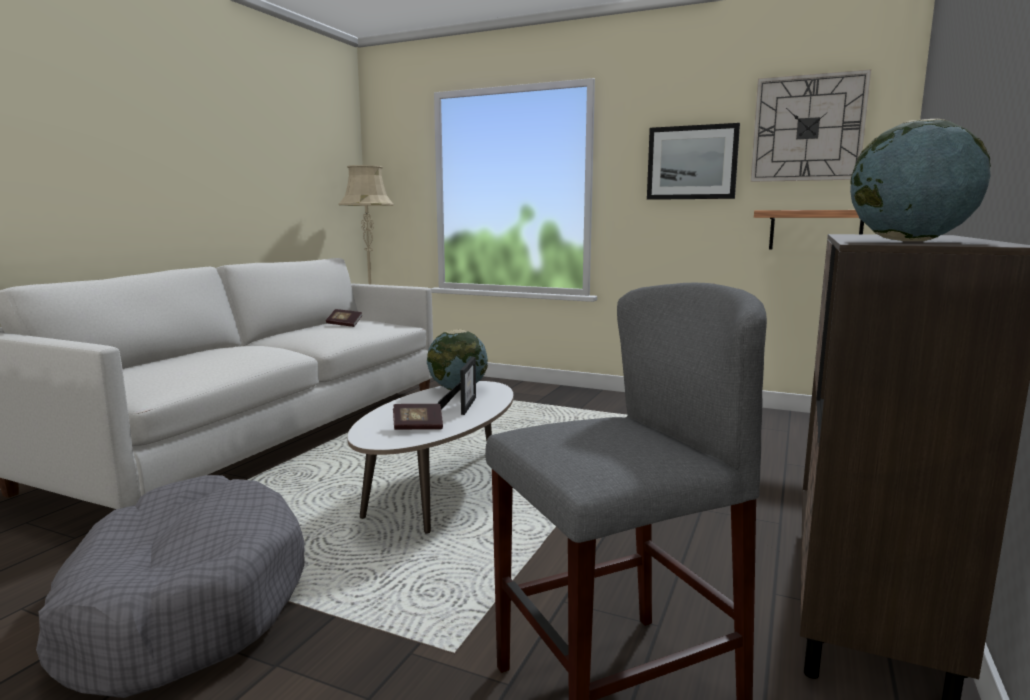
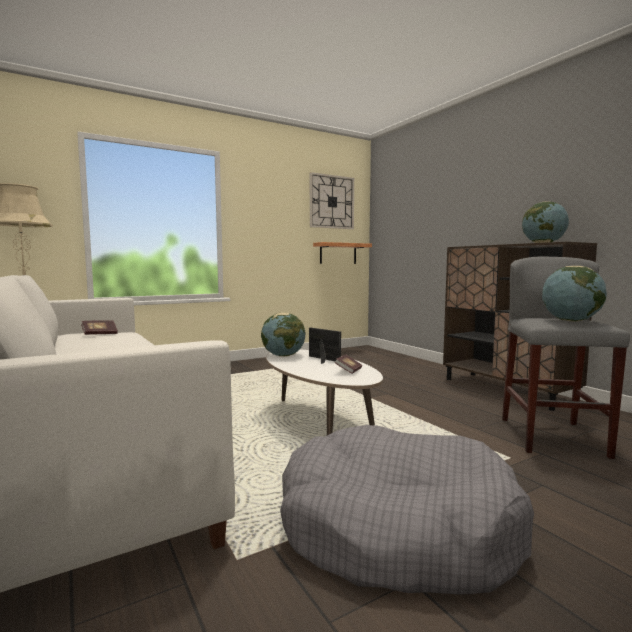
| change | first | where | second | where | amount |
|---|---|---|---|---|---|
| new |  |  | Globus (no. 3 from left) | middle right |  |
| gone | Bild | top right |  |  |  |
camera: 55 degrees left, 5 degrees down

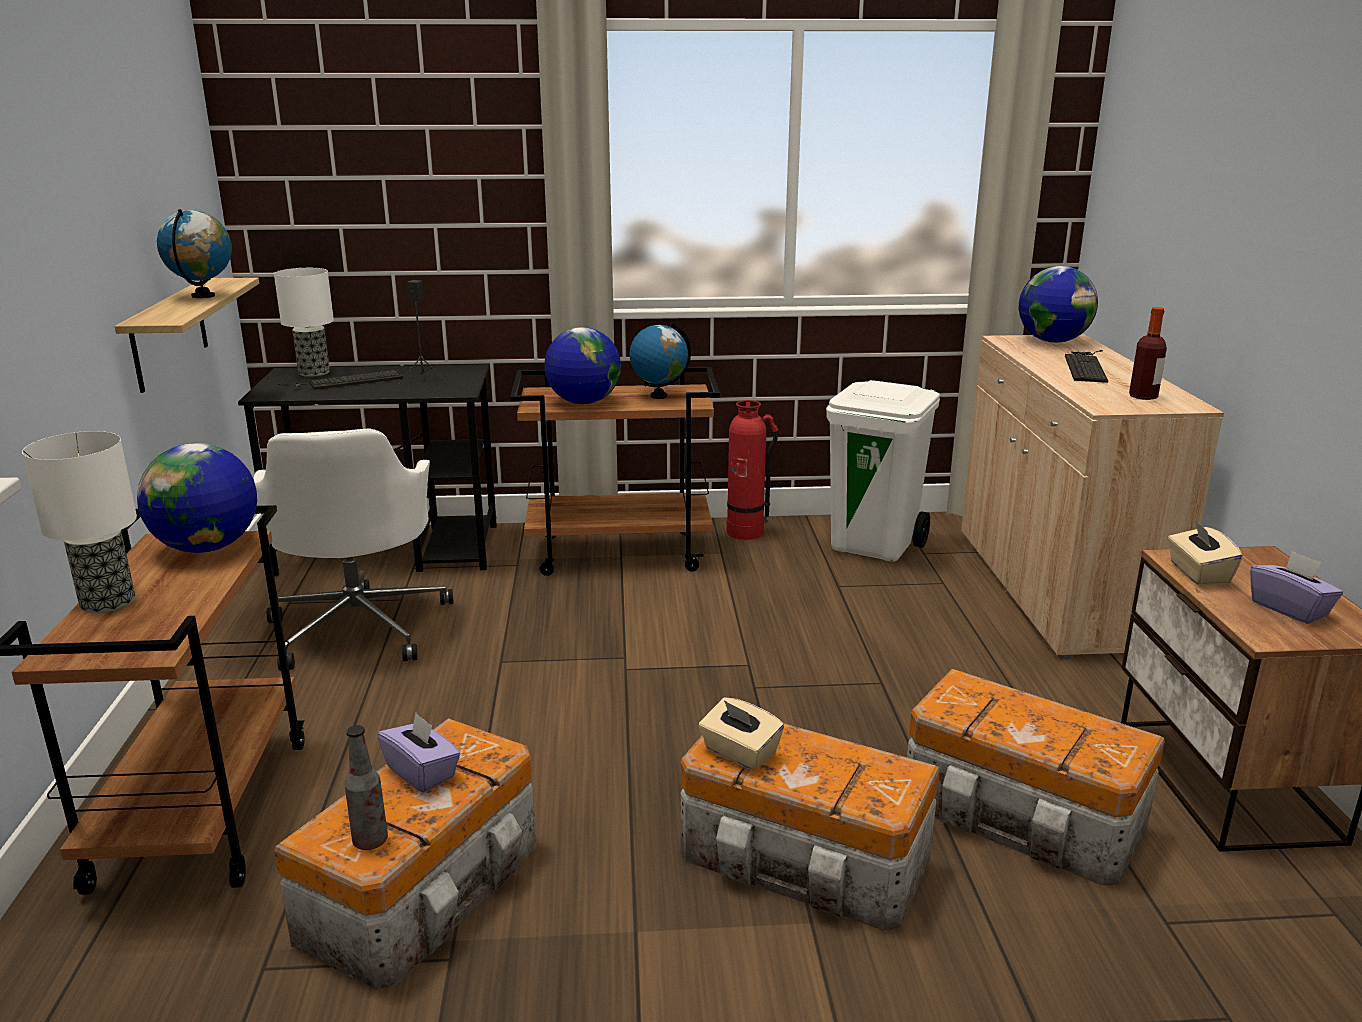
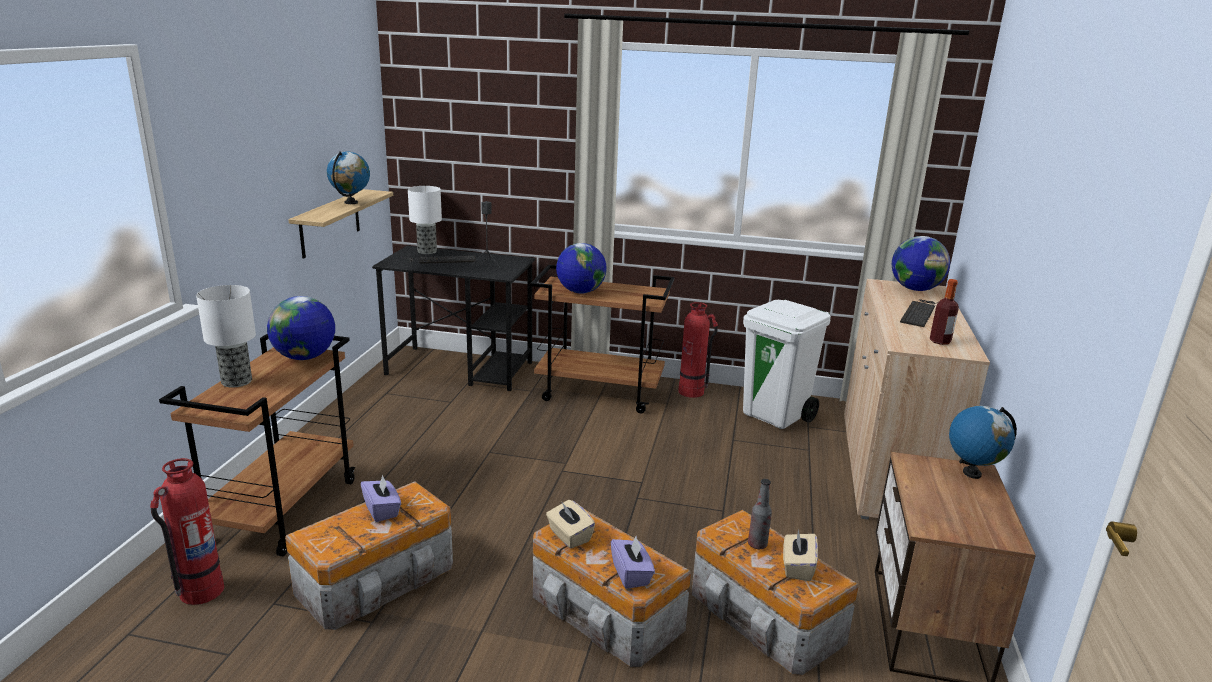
| change | first | where | second | where | amount |
|---|---|---|---|---|---|
| new |  |  | Feuerlöscher (no. 1 from left) | bottom left |  |
| shifted | Taschentuchbox/lila (no. 2 from left) | middle right |  | bottom centre |  |
| shifted | Flasche (no. 1 from left) | bottom left |  | bottom centre |  |
| shifted | Taschentuchbox/beige (no. 2 from left) | middle right |  | bottom centre |  |
| shifted | Globus (no. 4 from left in the first image) | centre | Globus (no. 5 from left) | middle right |  |
| gone | Bürostuhl/weiß | middle left |  |  |  |
camera: 15 degrees right, 0 degrees up

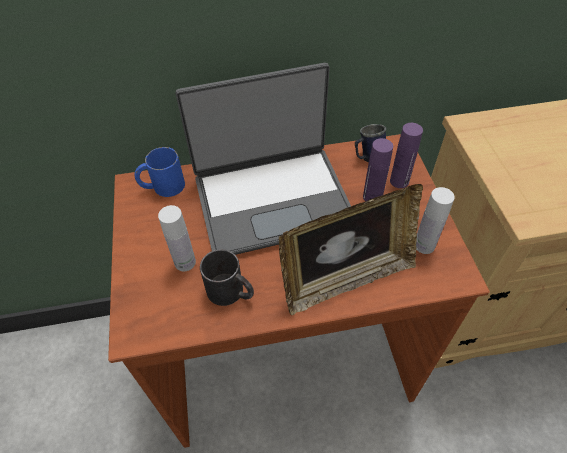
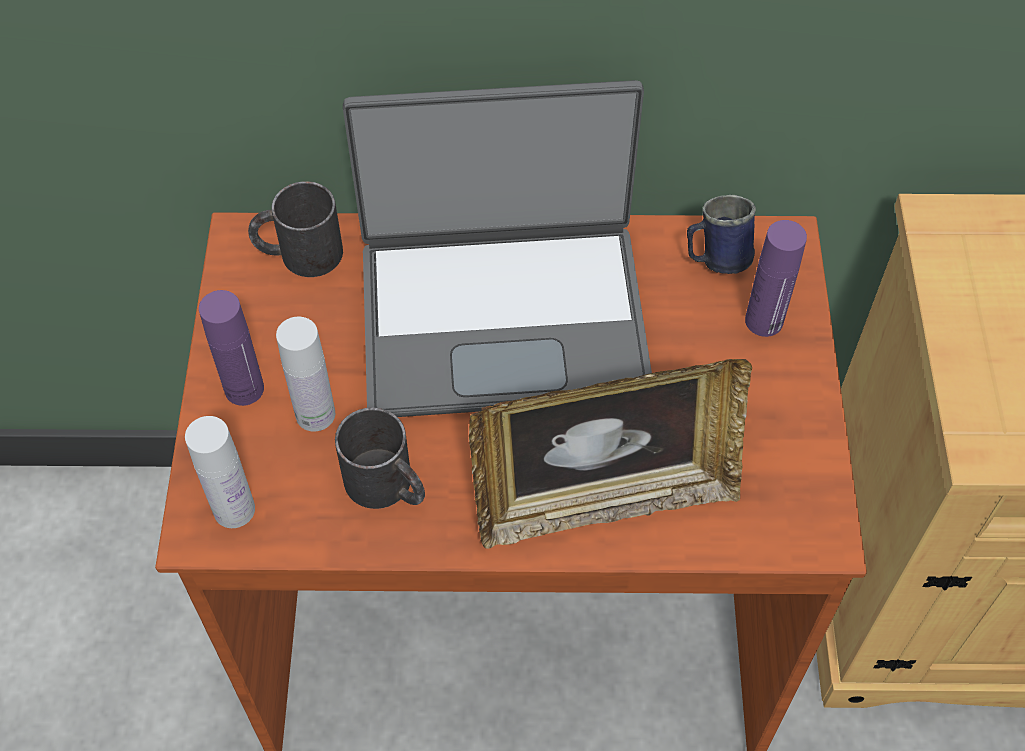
| change | first | where | second | where | amount |
|---|---|---|---|---|---|
| shifted | Flasche/weiß (no. 2 from left in the first image) | middle right | Flasche/weiß (no. 1 from left) | middle left |  |
| shifted | Flasche/lila (no. 1 from left) | middle right |  | middle left |  |
| repainted | Henkelbecher/blau (no. 1 from left) | middle left | Henkelbecher/schwarz (no. 1 from left) | top left |  |
camera: 10 degrees right, 5 degrees up

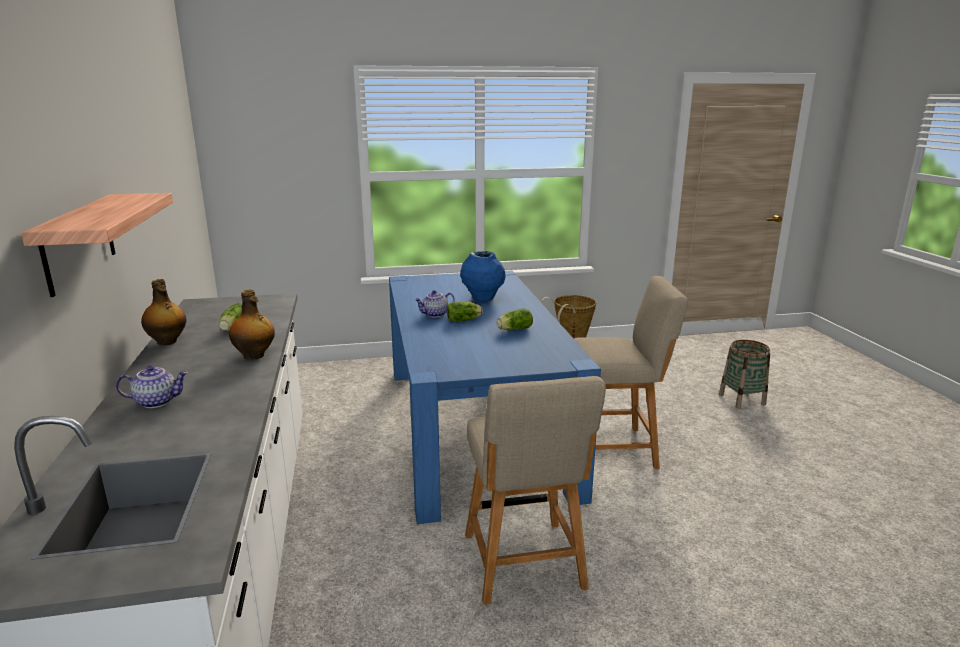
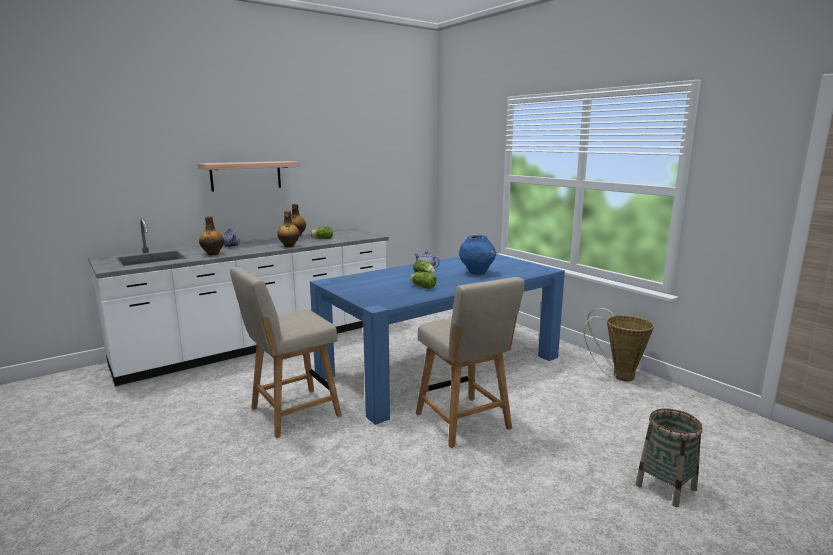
| change | first | where | second | where | amount |
|---|---|---|---|---|---|
| new |  |  | Flasche (no. 1 from left) | middle left |  |
camera: 65 degrees right, 5 degrees down

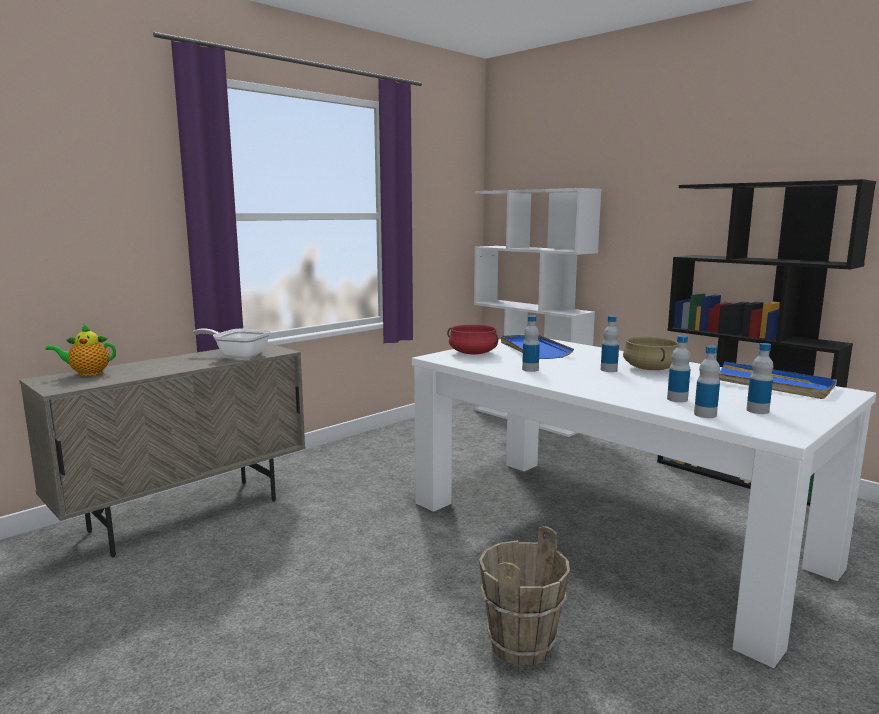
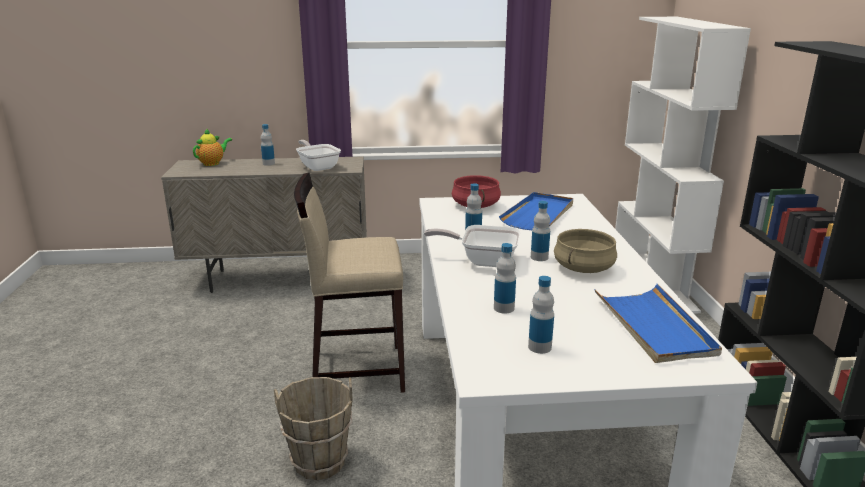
| change | first | where | second | where | amount |
|---|---|---|---|---|---|
| rotated | Teekanne | middle left |  | top left | 105 degrees clockwise |
| shifted | Flasche (no. 4 from left in the first image) | middle right | Flasche (no. 1 from left) | top left |  |
| new |  |  | Hocker/beige | centre |  |
| new |  |  | Pfanne (no. 2 from left) | centre |  |
camera: 40 degrees right, 10 degrees up

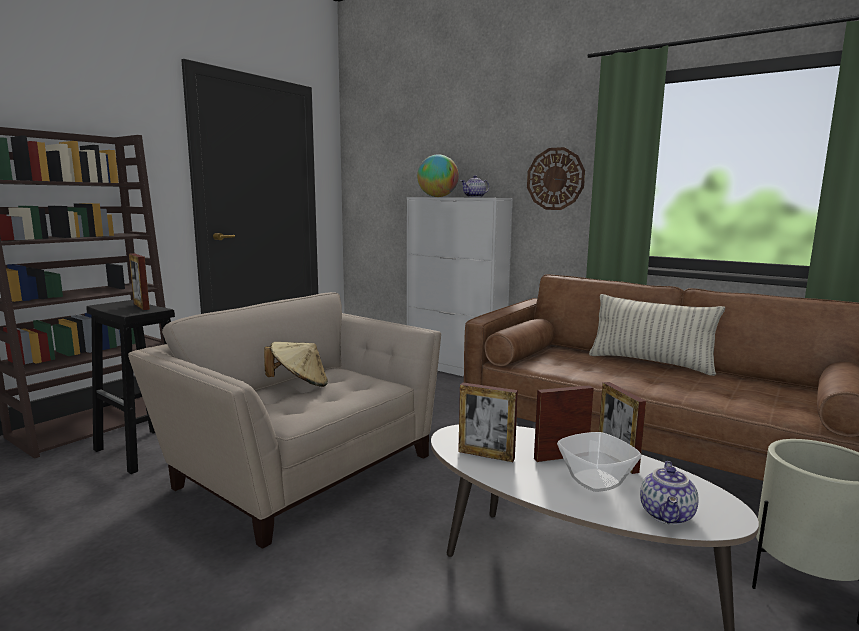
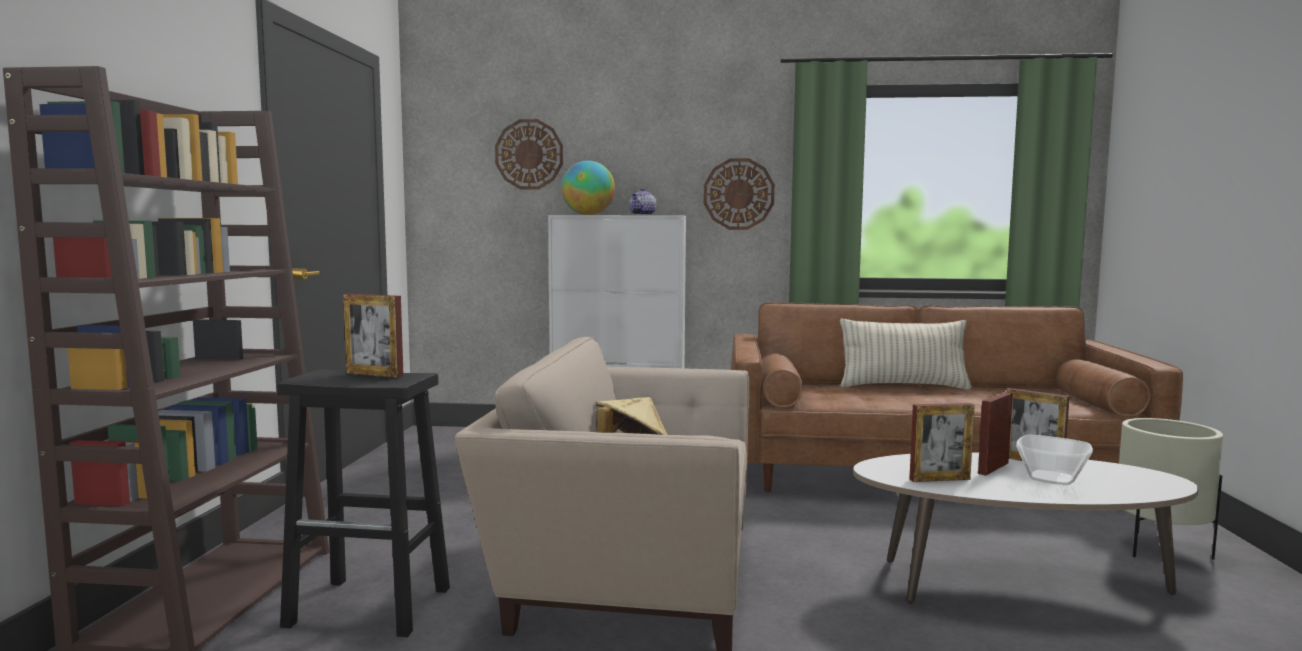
| change | first | where | second | where | amount |
|---|---|---|---|---|---|
| new |  |  | Wanduhr (no. 1 from left) | top centre |  |
| gone | Teekanne (no. 2 from left) | bottom right |  |  |  |
camera: 30 degrees left, 5 degrees down

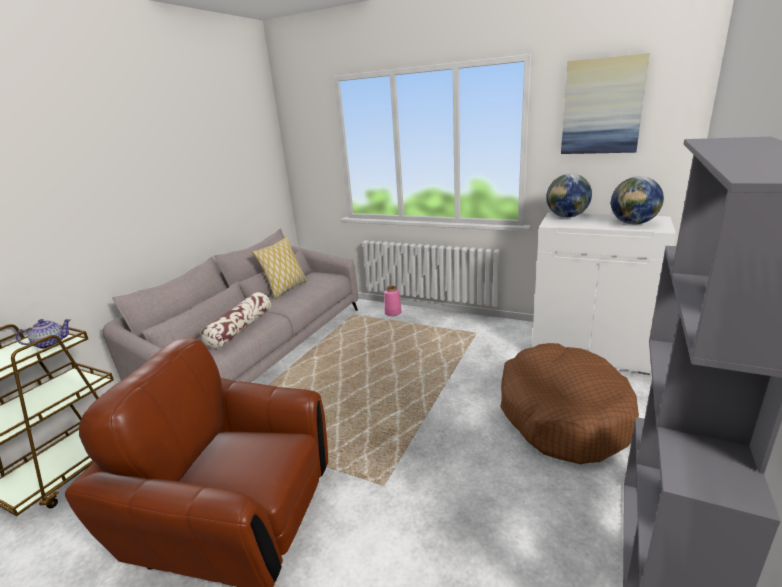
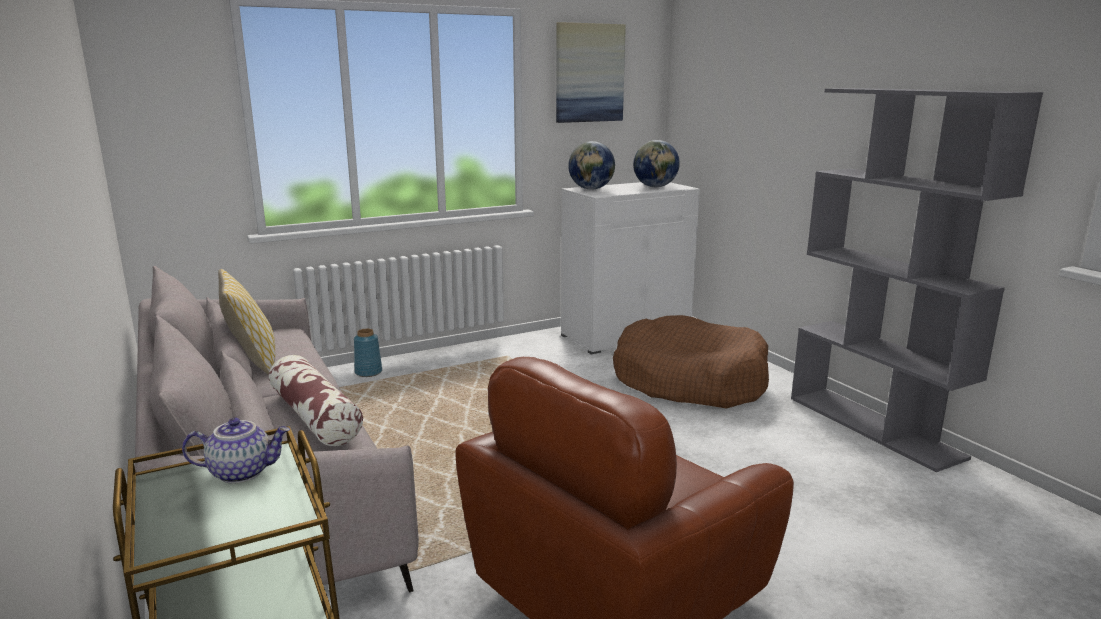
| change | first | where | second | where | amount |
|---|---|---|---|---|---|
| rotated | Teekanne | middle left |  | bottom left | 75 degrees clockwise |
| repainted | Vase/rosa | centre | Vase/blau | centre |  |
camera: 55 degrees left, 5 degrees down

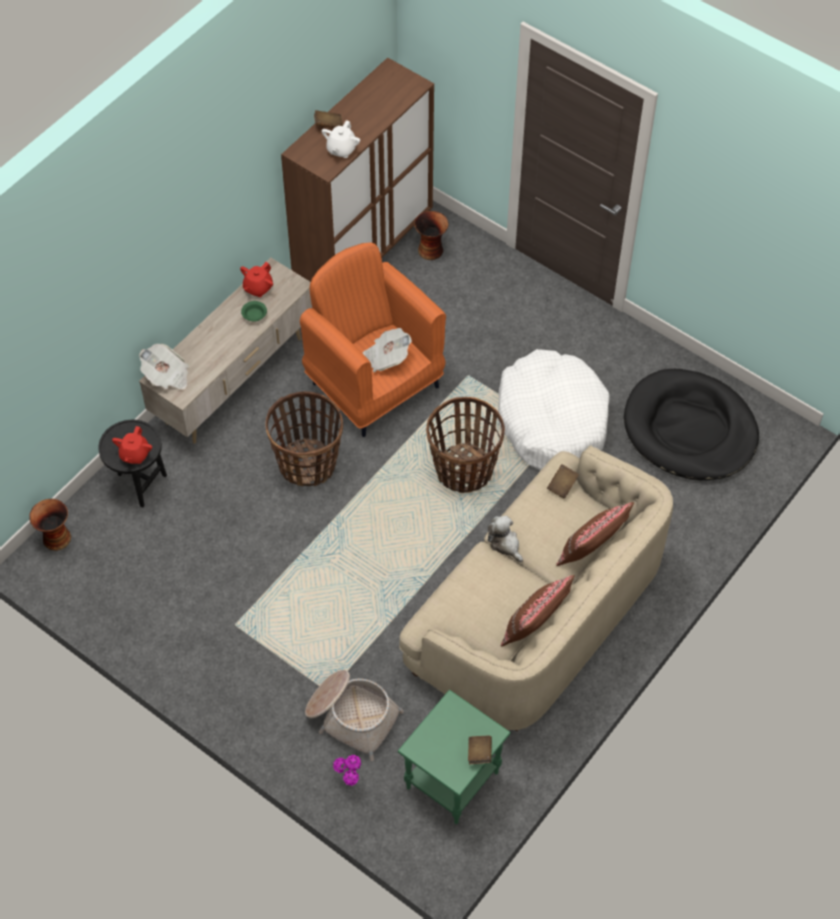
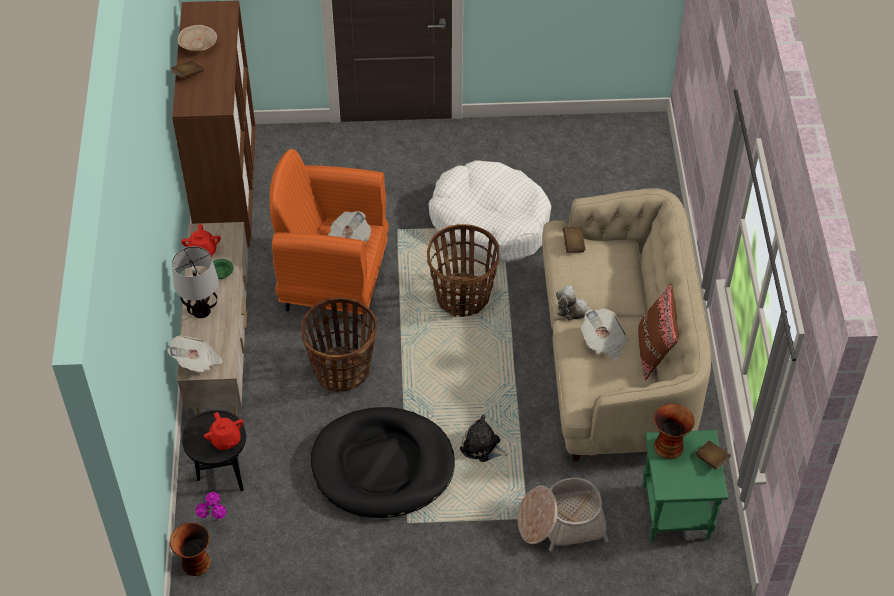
| change | first | where | second | where | amount |
|---|---|---|---|---|---|
| new |  |  | Tischlampe | middle left |  |
| new |  |  | Schüssel/beige | top left |  |
| shifted | Topfpflanze | bottom centre |  | bottom left |  |
| shifted | Hundebett/schwarz | middle right |  | bottom centre |  |
| new |  |  | Plüschtier (no. 1 from left) | bottom centre |  |
| new |  |  | Zeitung (no. 3 from left) | middle right |  |
| shifted | Vase (no. 2 from left) | top centre |  | bottom right |  |
| gone | Teekanne/weiß | top centre |  |  |  |
| gone | Kissen/braun (no. 2 from left) | middle right |  |  |  |
camera: 40 degrees left, 5 degrees down

